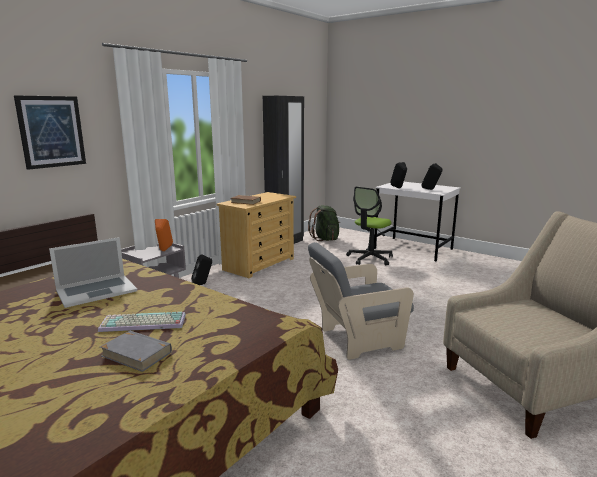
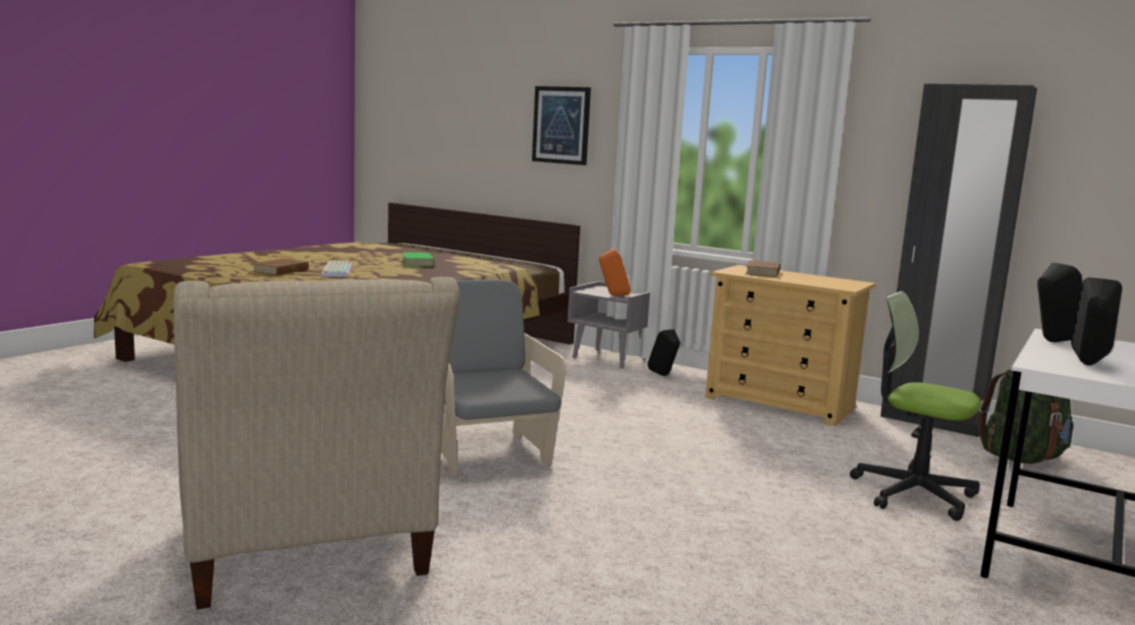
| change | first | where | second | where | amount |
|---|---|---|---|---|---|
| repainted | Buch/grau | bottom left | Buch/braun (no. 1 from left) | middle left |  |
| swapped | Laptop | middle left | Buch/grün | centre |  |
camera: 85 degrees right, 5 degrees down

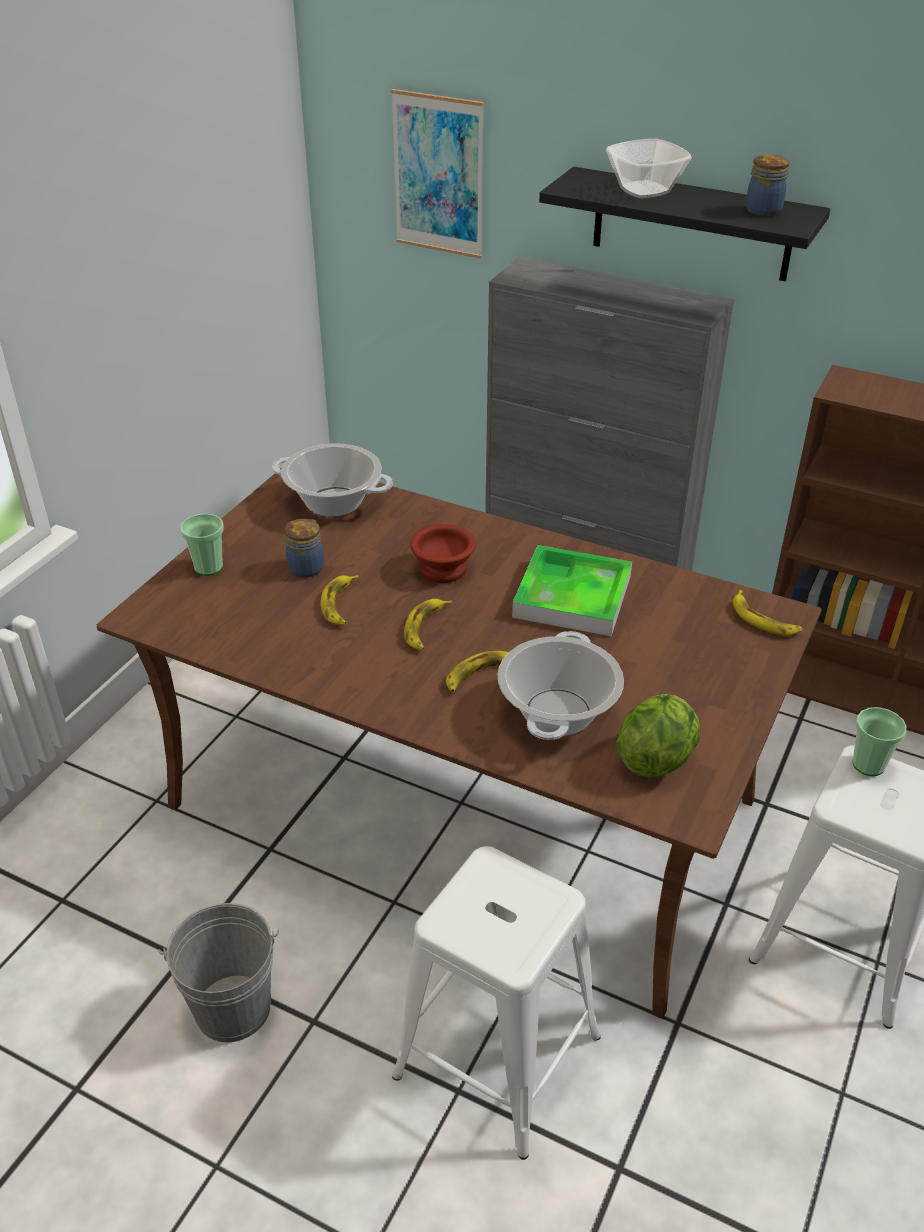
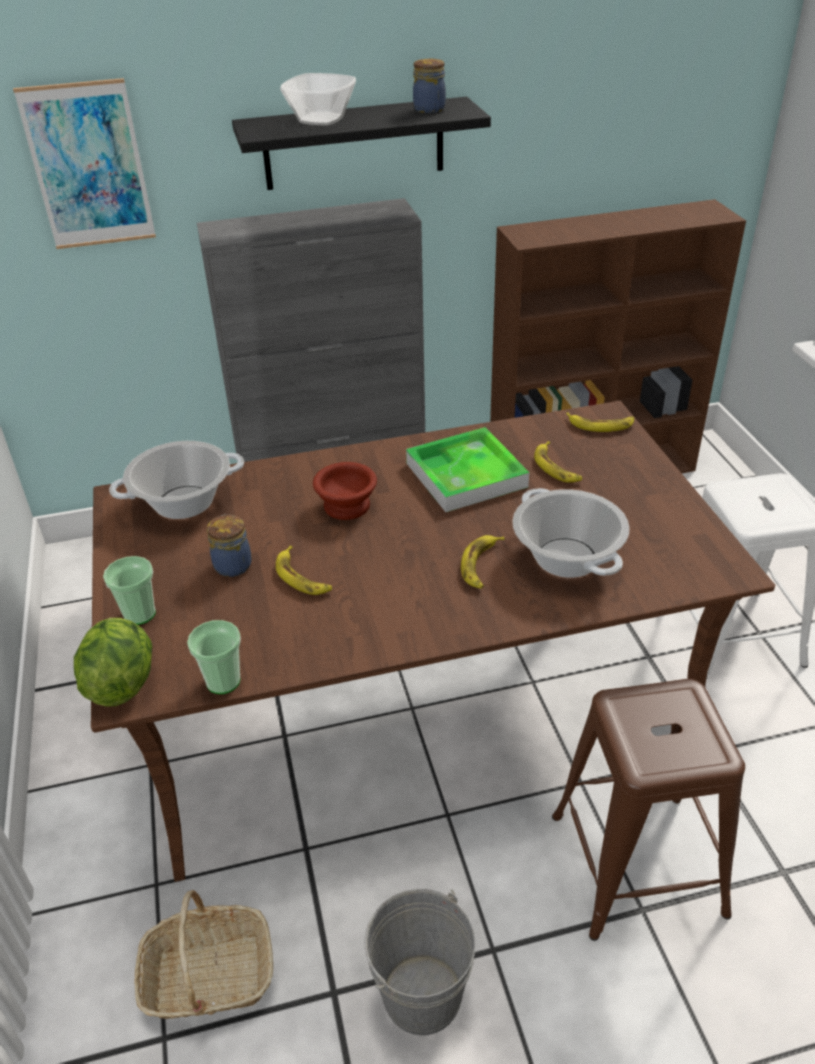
| change | first | where | second | where | amount |
|---|---|---|---|---|---|
| shifted | Salatkopf | middle right |  | middle left |  |
| new |  |  | Korb | bottom left |  |
| shifted | Tasse (no. 2 from left) | middle right |  | middle left |  |
| shifted | Banane (no. 2 from left in the first image) | centre | Banane (no. 3 from left) | middle right |  |
| repainted | Hocker/weiß (no. 1 from left) | bottom centre | Hocker/braun | bottom right |  |
camera: 40 degrees left, 0 degrees up

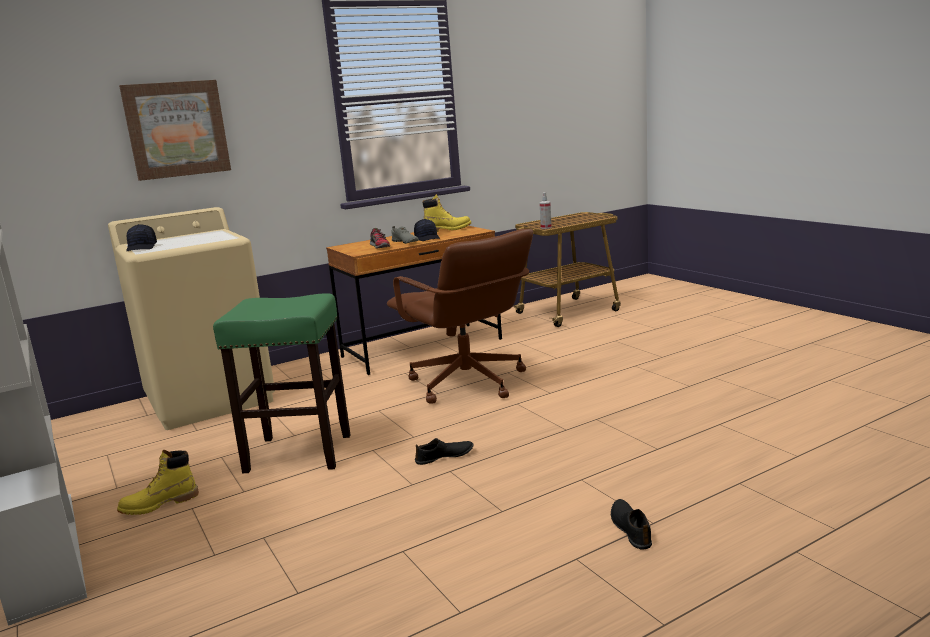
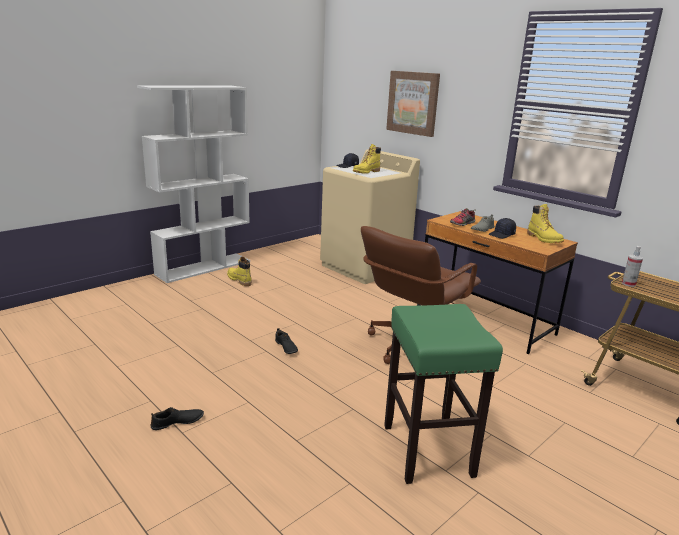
| change | first | where | second | where | amount |
|---|---|---|---|---|---|
| new |  |  | Stiefel/gelb (no. 2 from left) | top centre |  |
| shifted | Hocker/grün | middle left |  | bottom centre |  |
camera: 75 degrees right, 5 degrees up

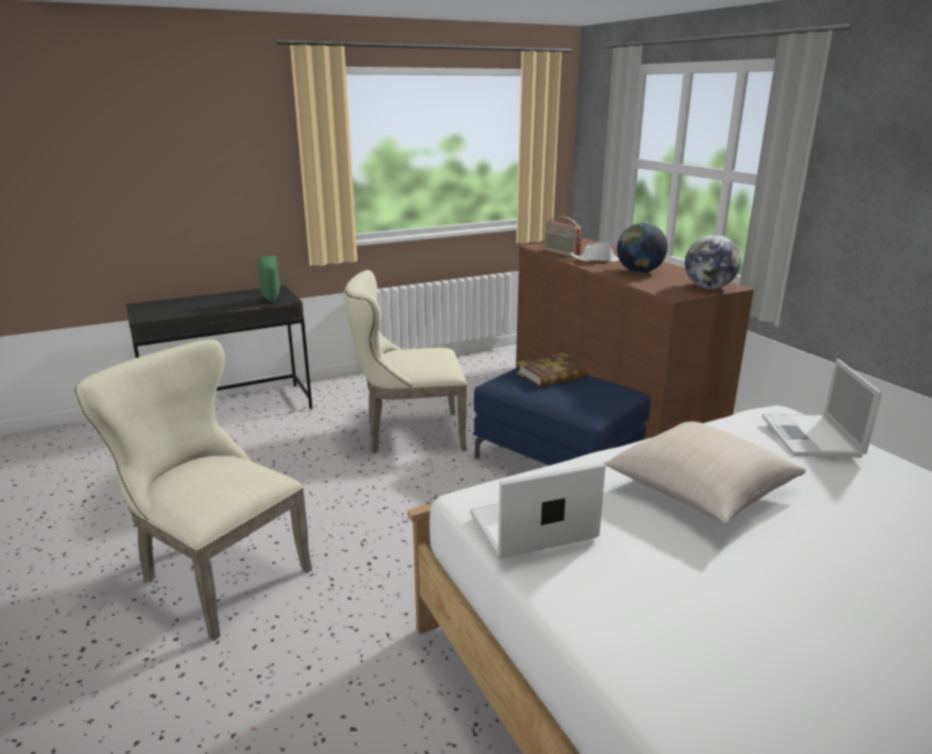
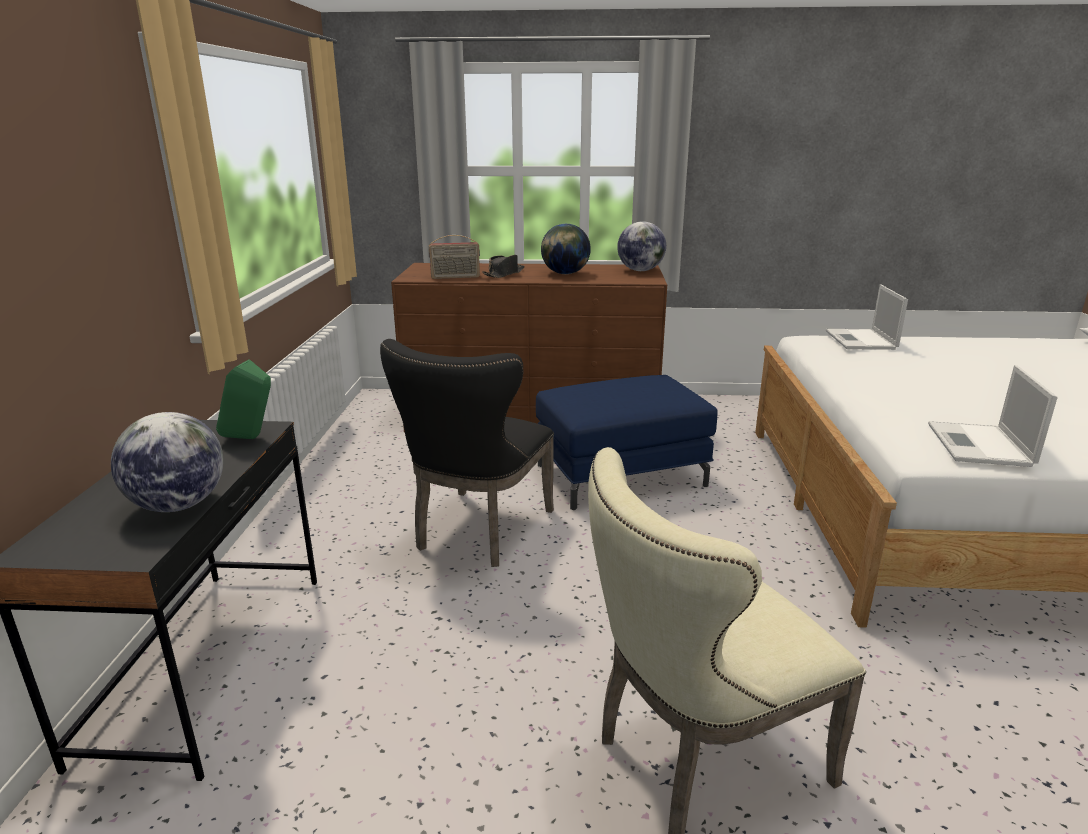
| change | first | where | second | where | amount |
|---|---|---|---|---|---|
| new |  |  | Globus (no. 1 from left) | middle left |  |
| repainted | Stuhl/beige (no. 2 from left) | centre | Stuhl/schwarz | centre |  |
| repainted | Hut/weiß | centre | Hut/schwarz | top centre |  |
| rotated | Laptop (no. 2 from left in the first image) | middle right | Laptop (no. 1 from left) | middle right | 60 degrees clockwise |
| gone | Buch | centre |  |  |  |
| gone | Kissen/beige | middle right |  |  |  |
camera: 60 degrees left, 0 degrees up

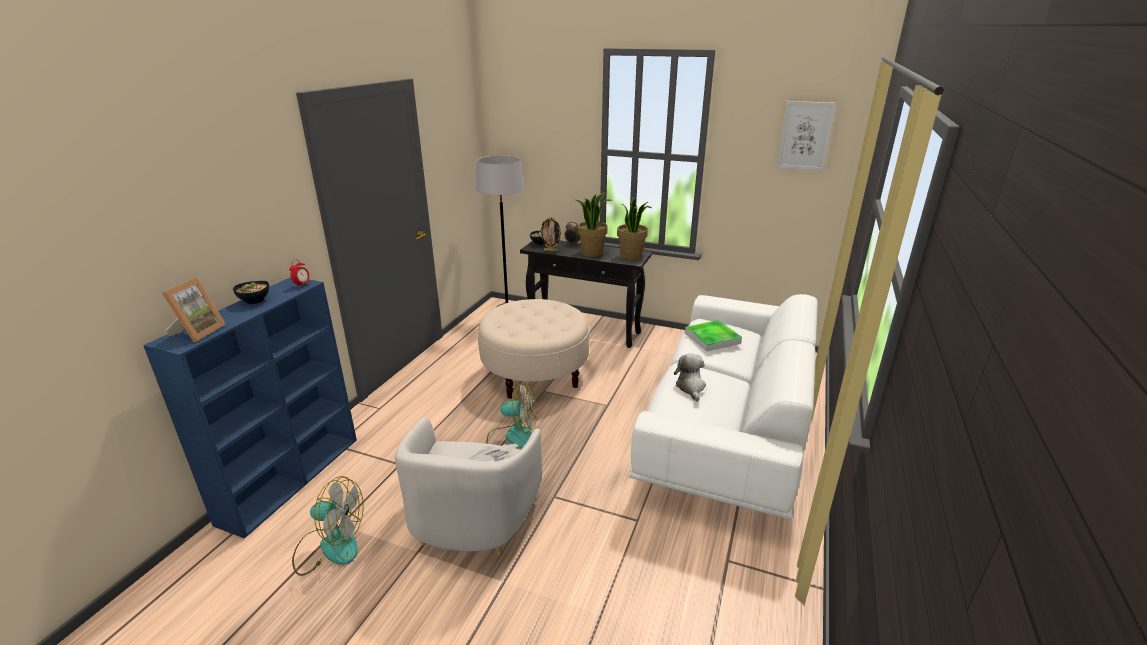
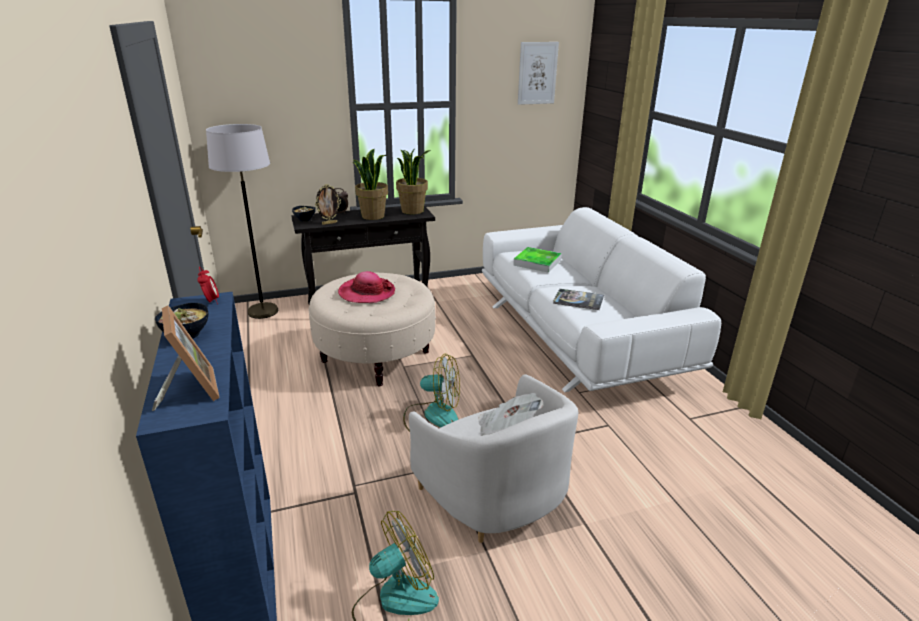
| change | first | where | second | where | amount |
|---|---|---|---|---|---|
| new |  |  | Hut | centre |  |
| rotated | Ventilator (no. 2 from left) | centre |  | centre | 45 degrees clockwise |
| swapped | Plüschtier | centre | Buch | centre |  |
camera: 40 degrees left, 0 degrees up

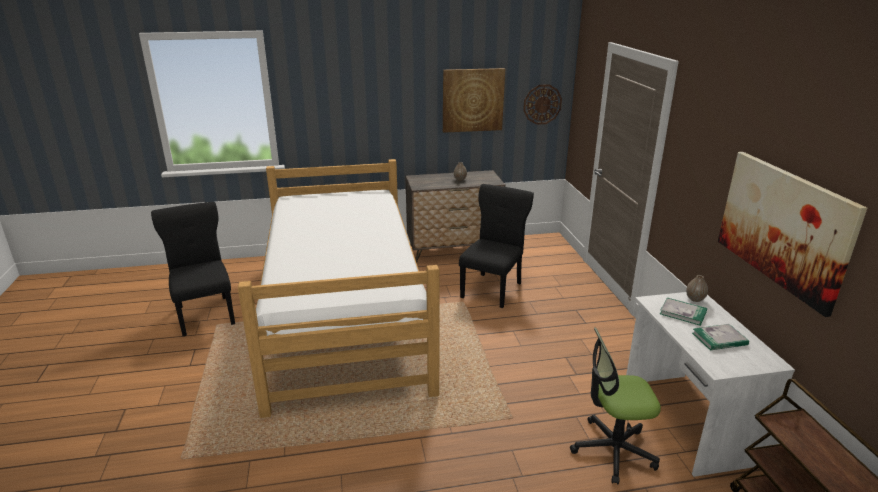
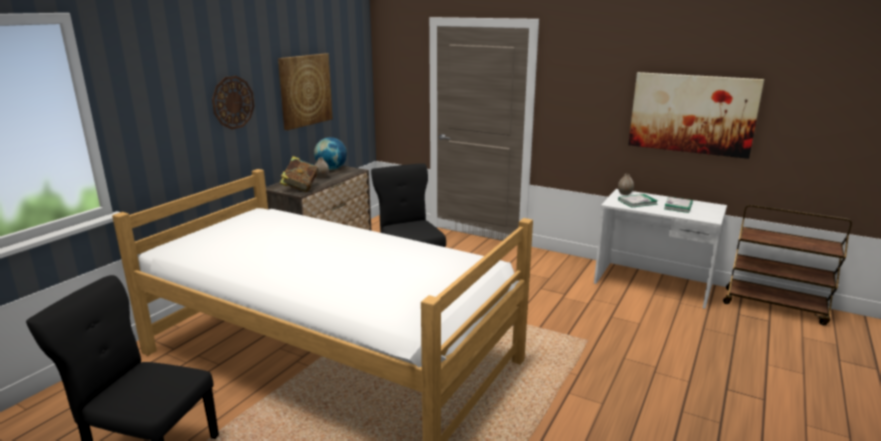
| change | first | where | second | where | amount |
|---|---|---|---|---|---|
| shifted | Wanduhr | top centre |  | top left |  |
| new |  |  | Buch (no. 1 from left) | centre |  |
| new |  |  | Globus | centre |  |
| gone | Bürostuhl | bottom right |  |  |  |
camera: 50 degrees left, 5 degrees down

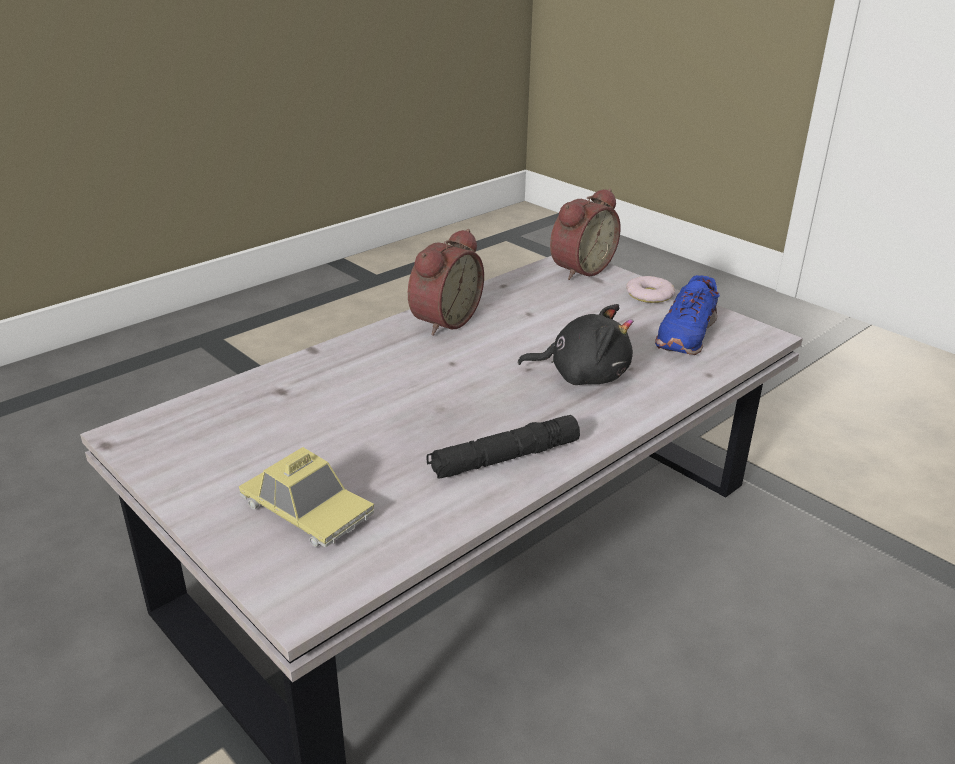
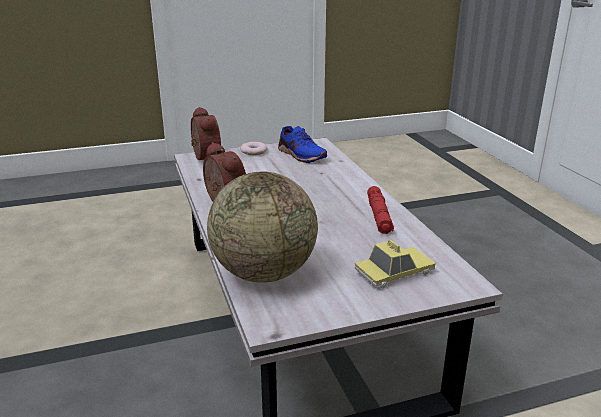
| change | first | where | second | where | amount |
|---|---|---|---|---|---|
| new |  |  | Globus | centre |  |
| repainted | Taschenlampe/schwarz | centre | Taschenlampe/rot | centre |  |
| gone | Plüschtier/schwarz | centre |  |  |  |
camera: 65 degrees left, 5 degrees down

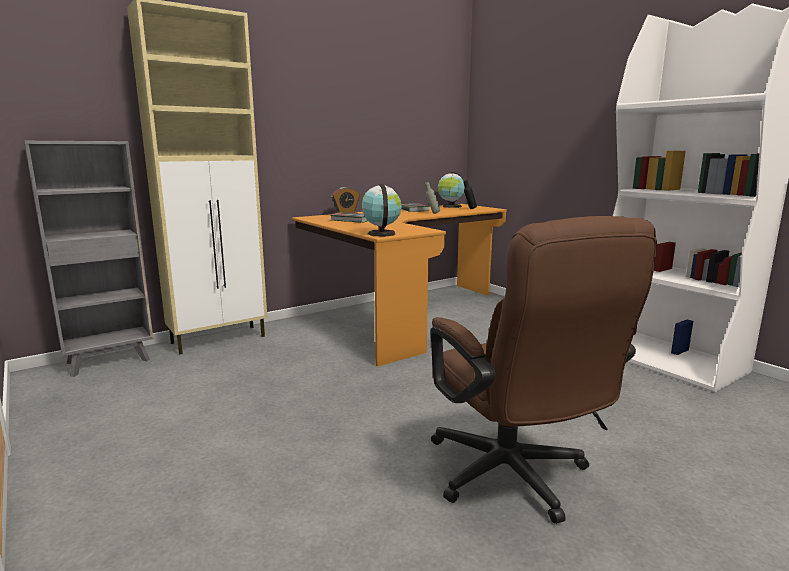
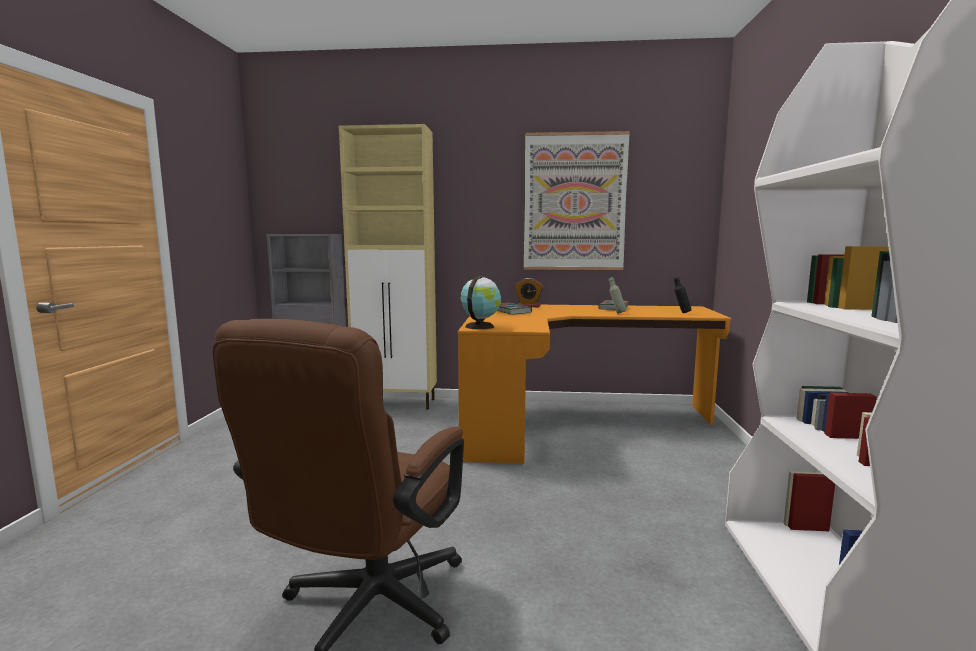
| change | first | where | second | where | amount |
|---|---|---|---|---|---|
| new |  |  | Bild | top centre |  |
| gone | Globus (no. 2 from left) | top centre |  |  |  |
camera: 40 degrees right, 5 degrees down

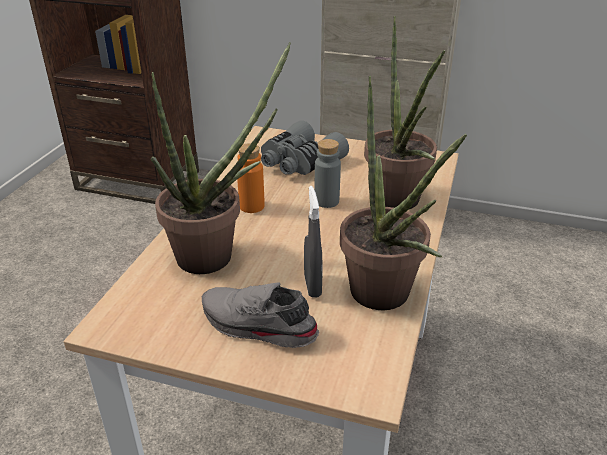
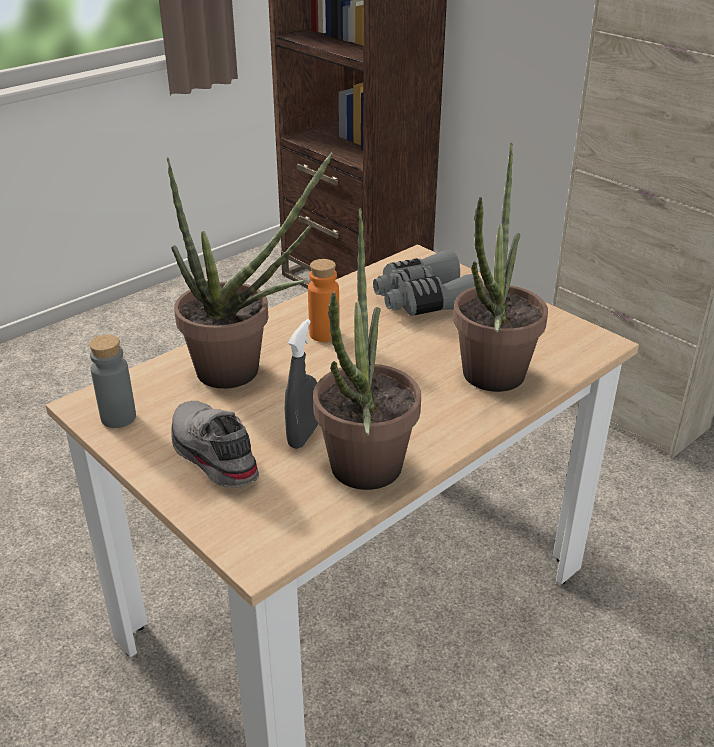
| change | first | where | second | where | amount |
|---|---|---|---|---|---|
| shifted | Flasche/grau | centre |  | middle left |  |
camera: 30 degrees right, 0 degrees up

